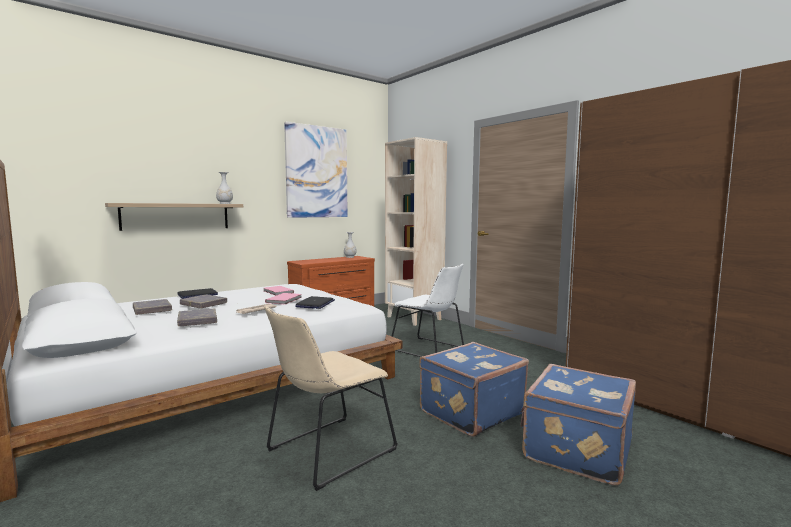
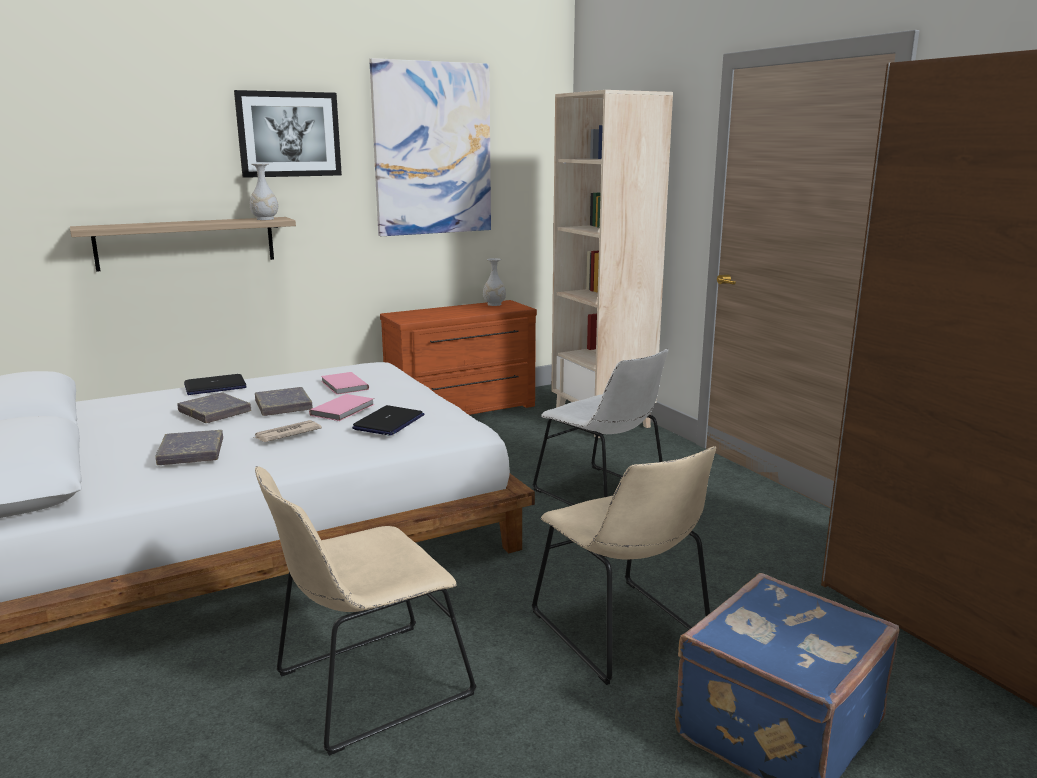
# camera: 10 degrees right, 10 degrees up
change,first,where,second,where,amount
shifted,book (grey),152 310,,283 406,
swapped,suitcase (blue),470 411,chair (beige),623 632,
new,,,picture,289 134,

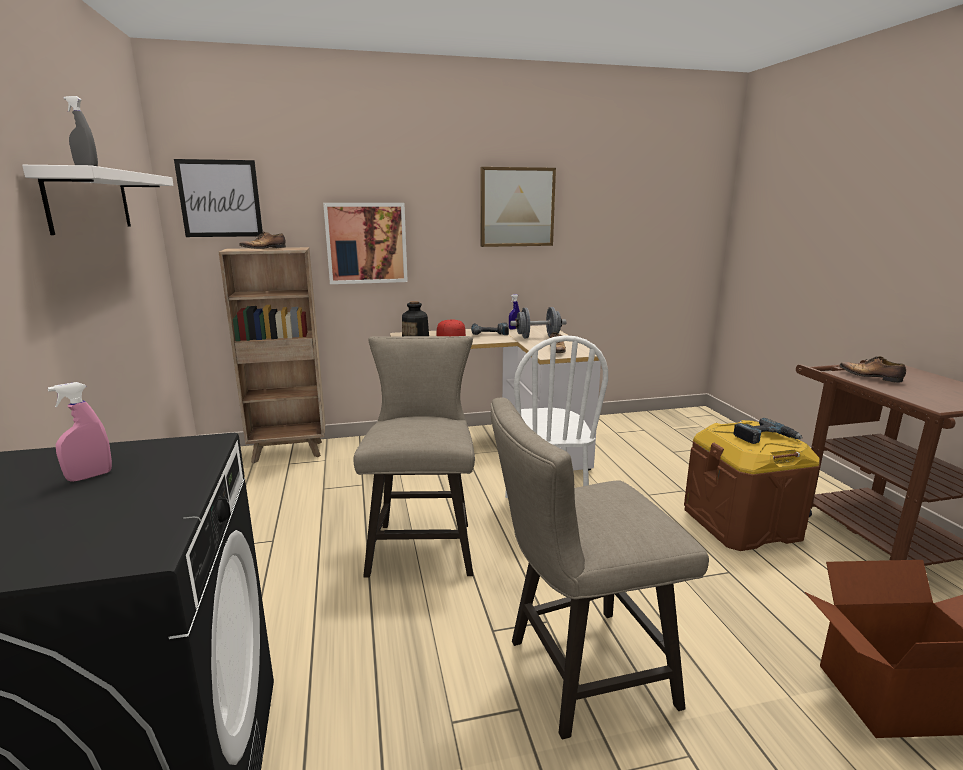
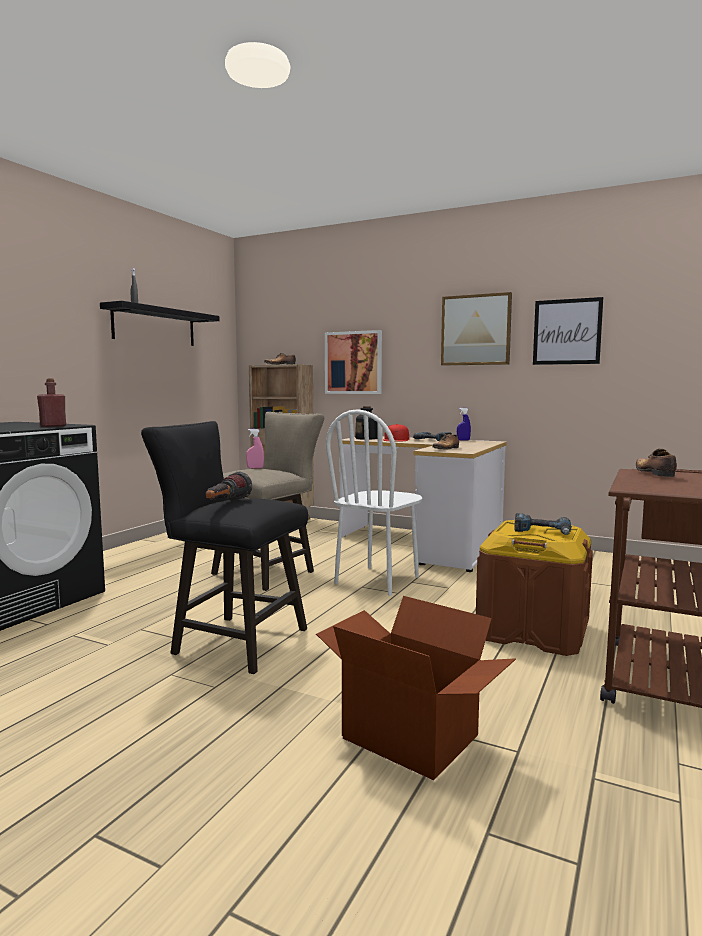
# camera: 40 degrees right, 10 degrees down
change,first,where,second,where,amount
shifted,picture,220 198,,567 332,
repainted,shelf (white),90 201,shelf (black),154 326,
gone,dumbbell (grey),538 337,,,
shifted,spray bottle (pink),90 476,,255 468,
repainted,stool (beige),578 674,stool (black),232 641,
new,,,bottle (red),53 426,
new,,,flashlight,226 504,

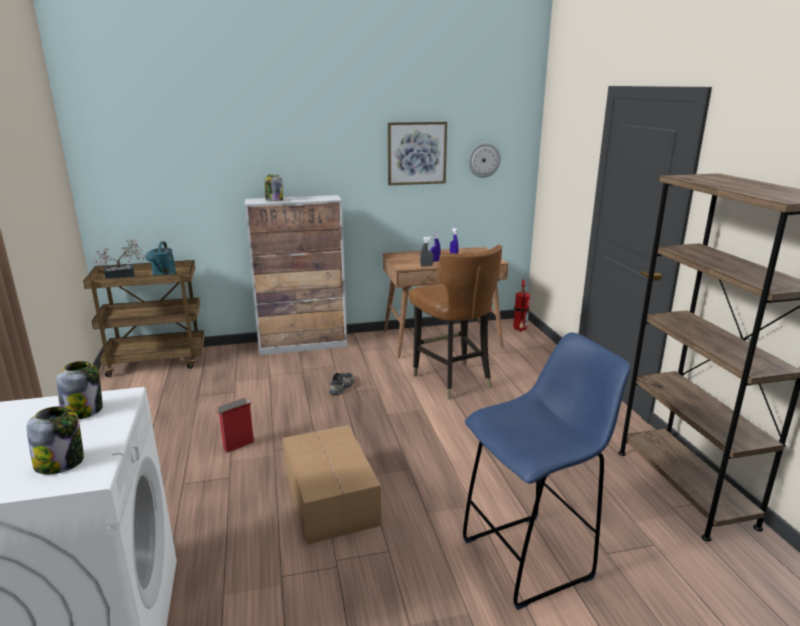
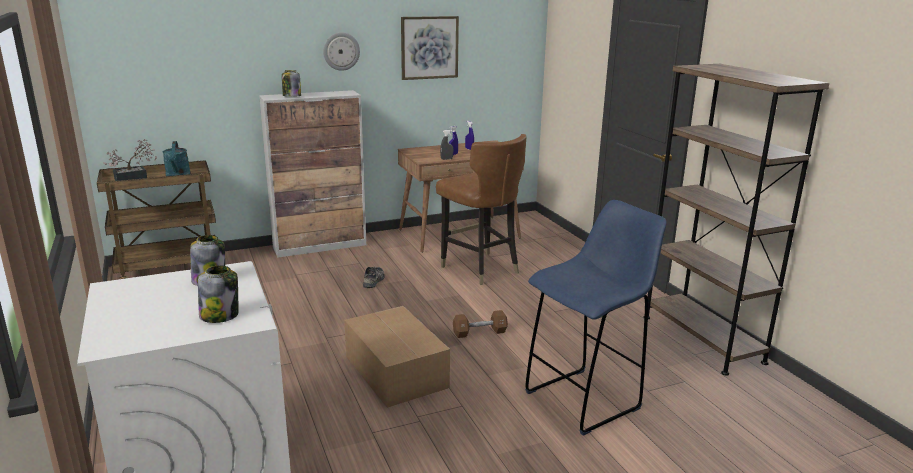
# camera: 10 degrees left, 0 degrees up
change,first,where,second,where,amount
shifted,wall clock,483 160,,341 51,
gone,fire extinguisher,520 330,,,
gone,cardboard box,238 446,,,
new,,,dumbbell (brown),479 332,

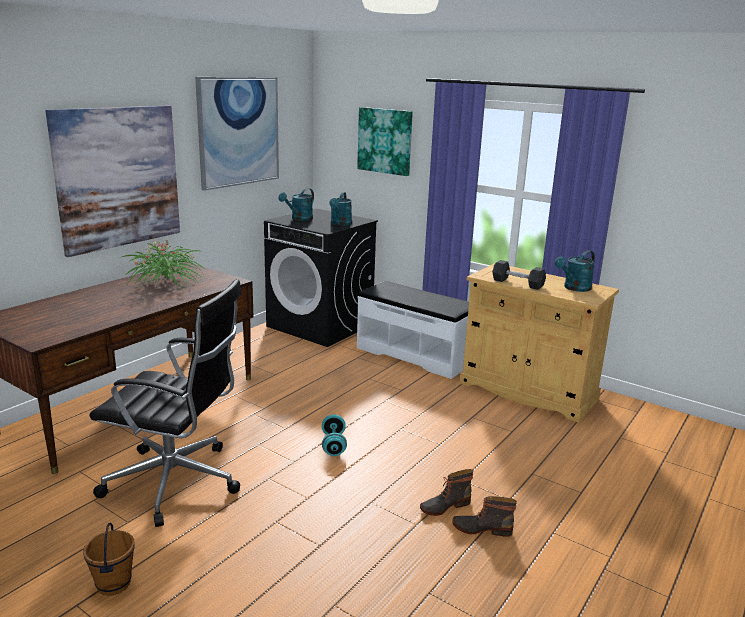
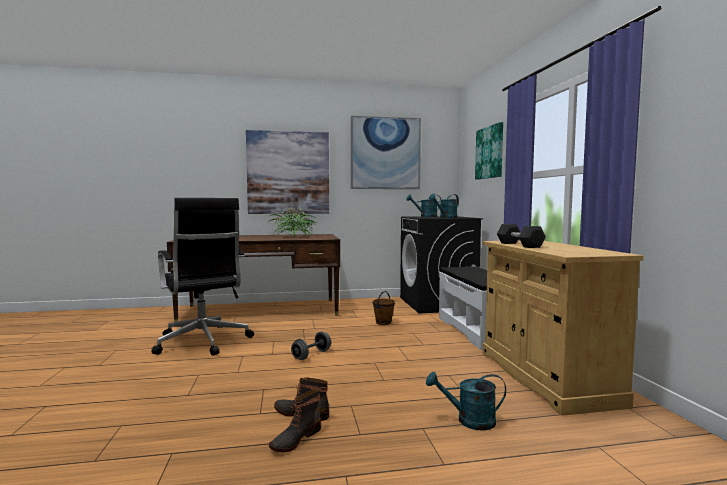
# camera: 45 degrees right, 15 degrees down
change,first,where,second,where,amount
shifted,watering can (turquoise),574 288,,469 421,
repainted,dumbbell (turquoise),333 445,dumbbell (grey),311 355,
rotated,boot,482 528,,295 439,105 degrees counterclockwise
shifted,bucket (brown),114 584,,383 323,

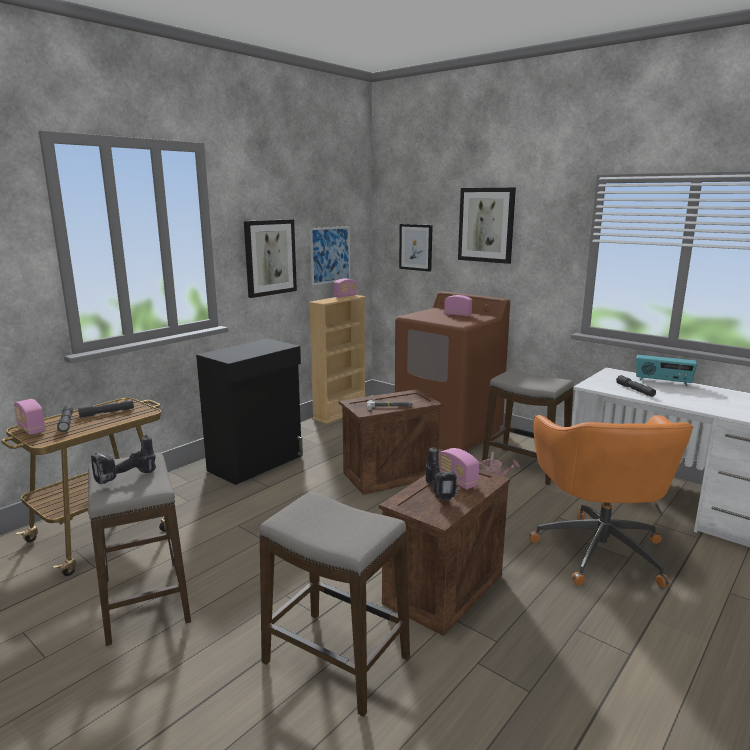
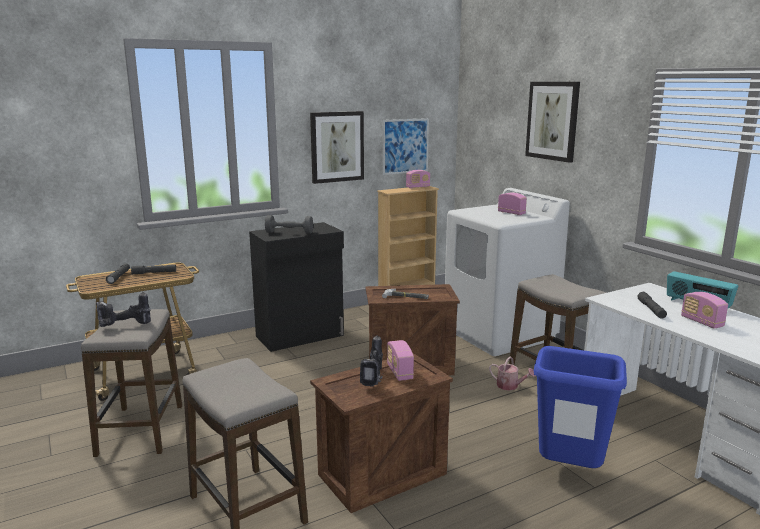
# camera: 20 degrees right, 0 degrees up
change,first,where,second,where,amount
gone,picture,416 247,,,
repainted,washing machine (brown),448 433,washing machine (white),499 334,
shifted,radio,31 429,,701 322,
swapped,office chair (orange),599 549,trash can (blue),568 472,
new,,,dumbbell (grey),289 233,

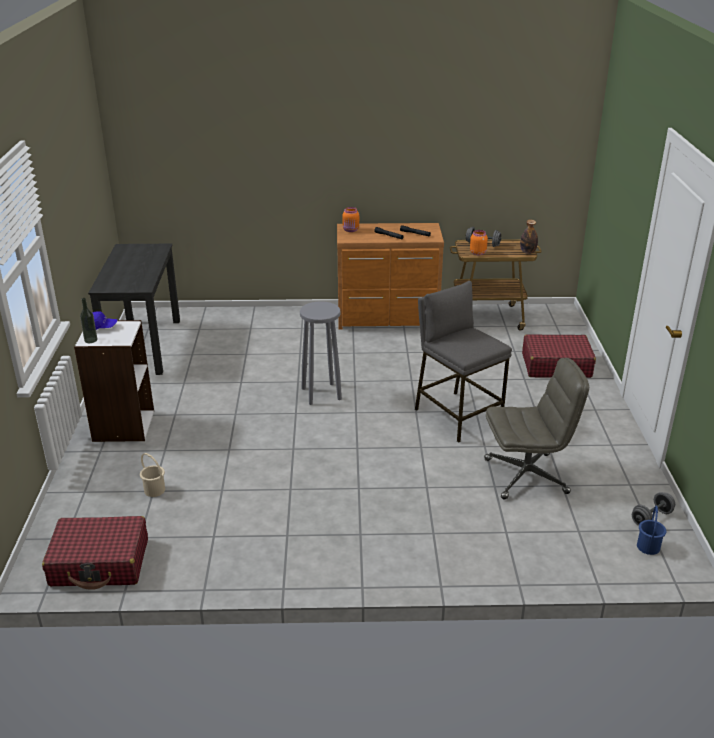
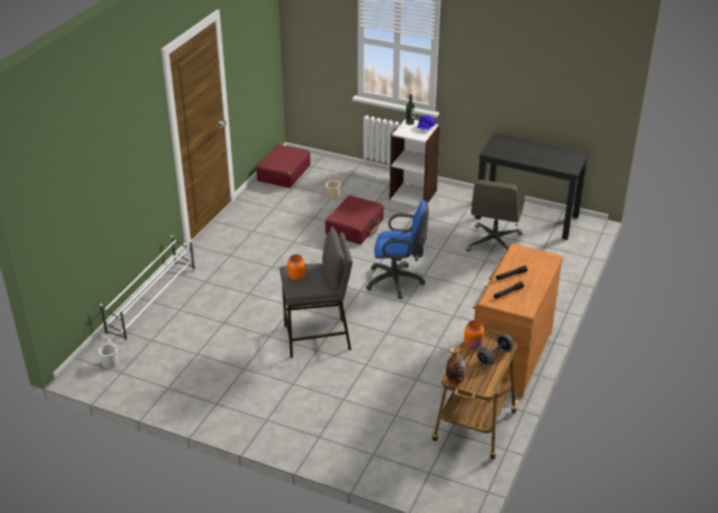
# camera: 115 degrees right, 5 degrees up
change,first,where,second,where,amount
shifted,jar (orange),351 230,,296 277,
swapped,stool (grey),322 393,office chair (blue),397 282,
shifted,suitcase (red),556 365,,355 227,
shifted,office chair (grey),527 476,,494 243,
gone,dumbbell (grey),651 518,,,
repainted,bucket (blue),648 547,bucket (white),110 363,
new,,,shoe rack (white),152 301,

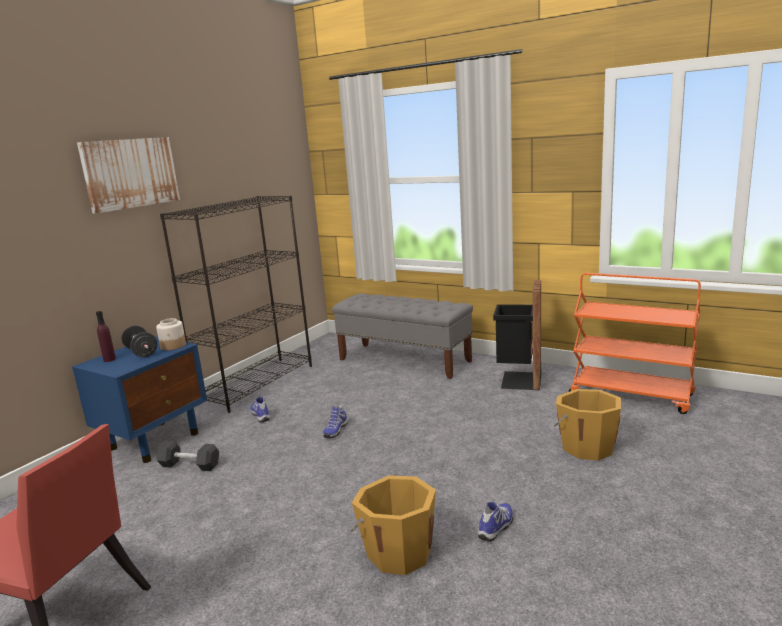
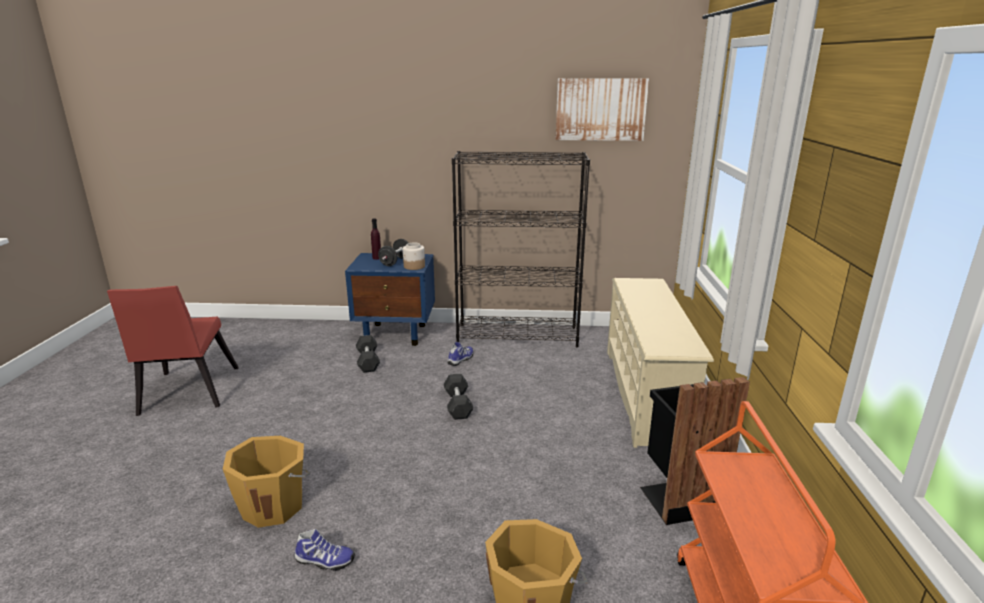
# camera: 60 degrees right, 5 degrees up
change,first,where,second,where,amount
shifted,picture,130 173,,600 109,
swapped,bench (grey),404 360,shoe rack (beige),646 394,
swapped,shoe,335 430,dumbbell (grey),458 405,

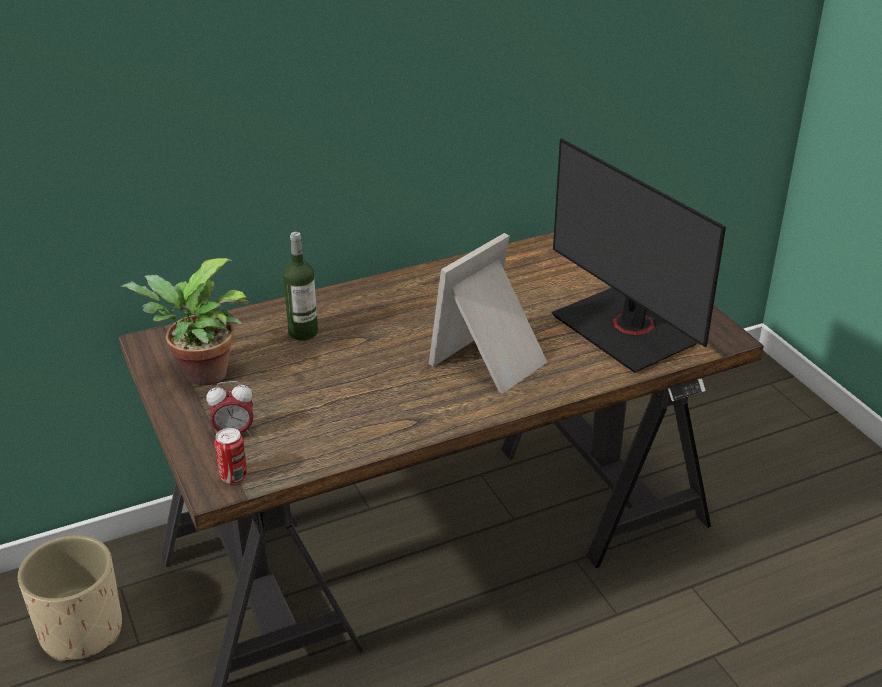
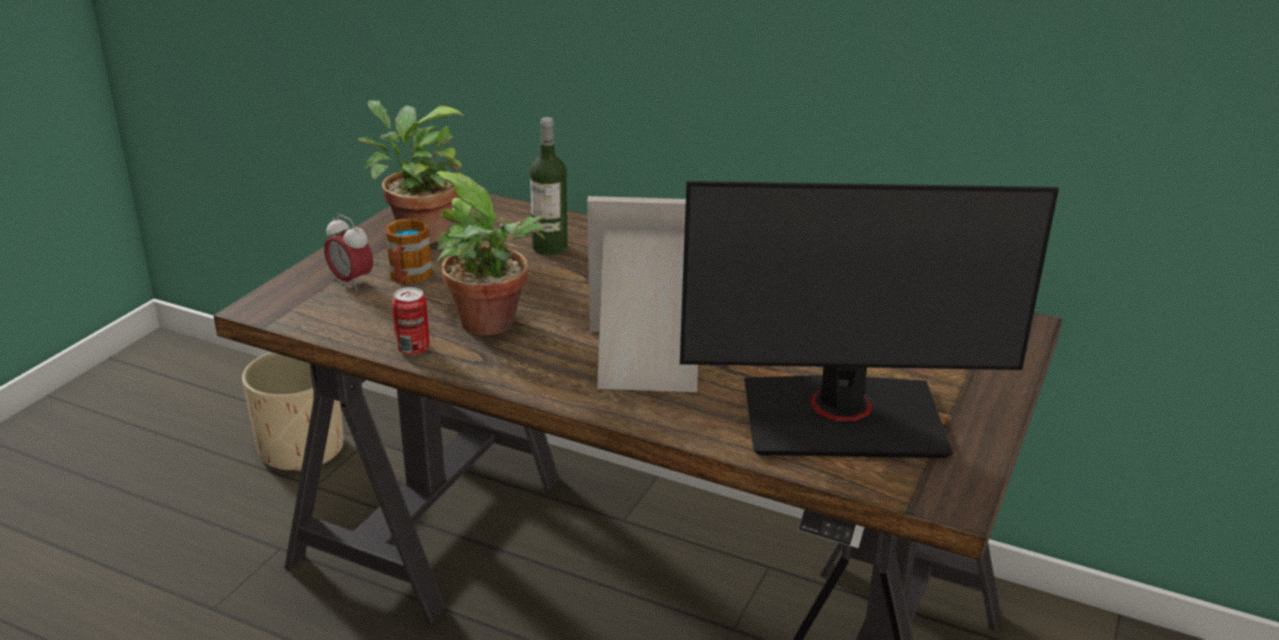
# camera: 50 degrees right, 5 degrees down
change,first,where,second,where,amount
rotated,monitor,625 330,,842 418,105 degrees counterclockwise
shifted,can,233 476,,413 349,
new,,,potted plant,493 324,
new,,,mug,408 278,

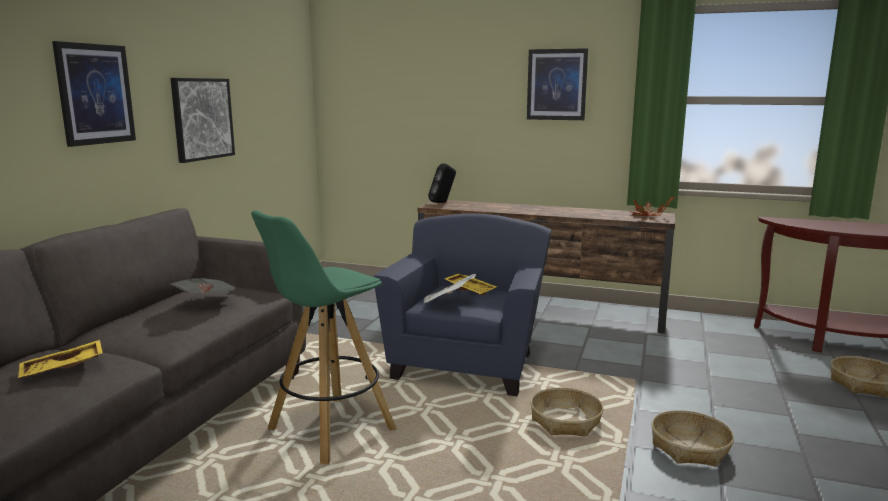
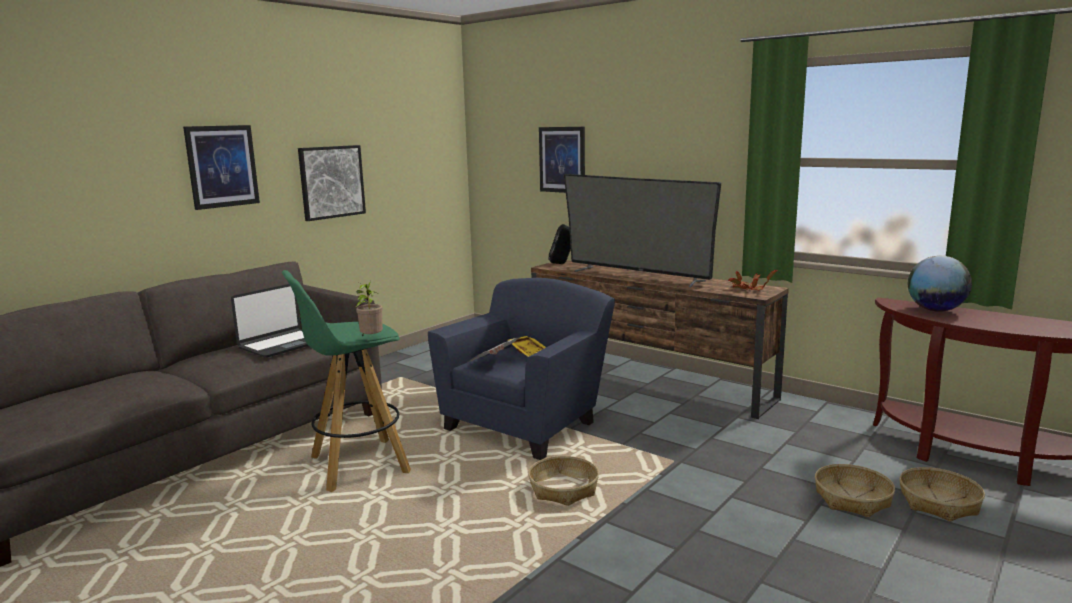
# camera: 20 degrees right, 0 degrees up
change,first,where,second,where,amount
shifted,picture,556 84,,562 159,
swapped,newspaper,207 303,laptop,282 344,
gone,tray (yellow),62 369,,,
shifted,basket,690 448,,852 499,
new,,,television,637 276,
new,,,globe,935 310,
new,,,potted plant,371 339,

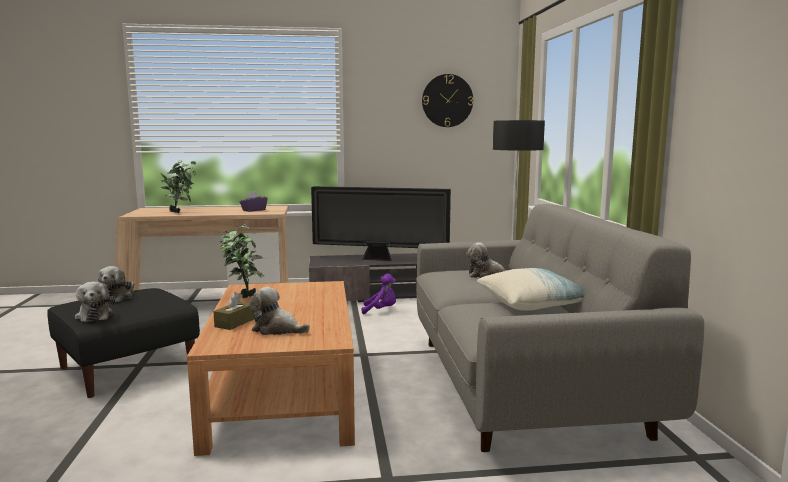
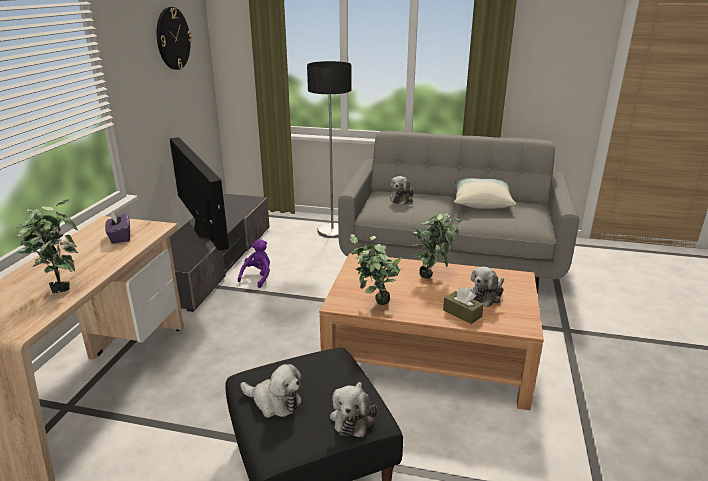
# camera: 70 degrees left, 15 degrees up
change,first,where,second,where,amount
rotated,television,380 259,,203 233,60 degrees counterclockwise
rotated,plush toy,95 315,,353 417,105 degrees clockwise
new,,,potted plant,433 275,

